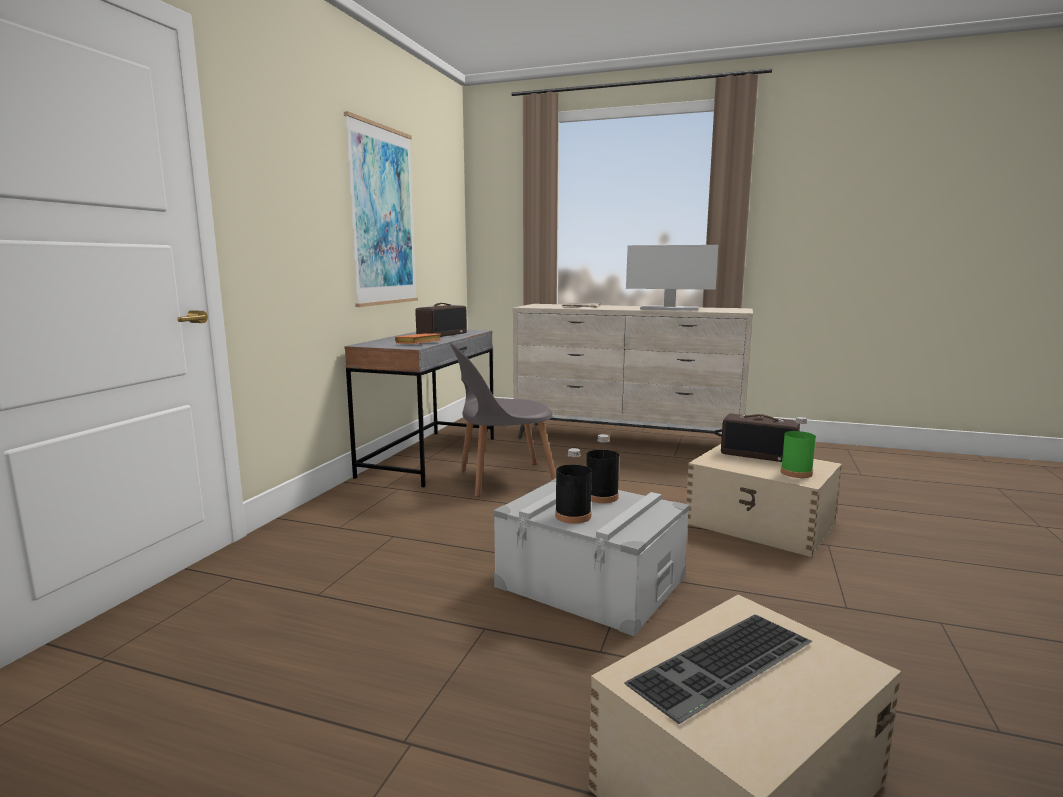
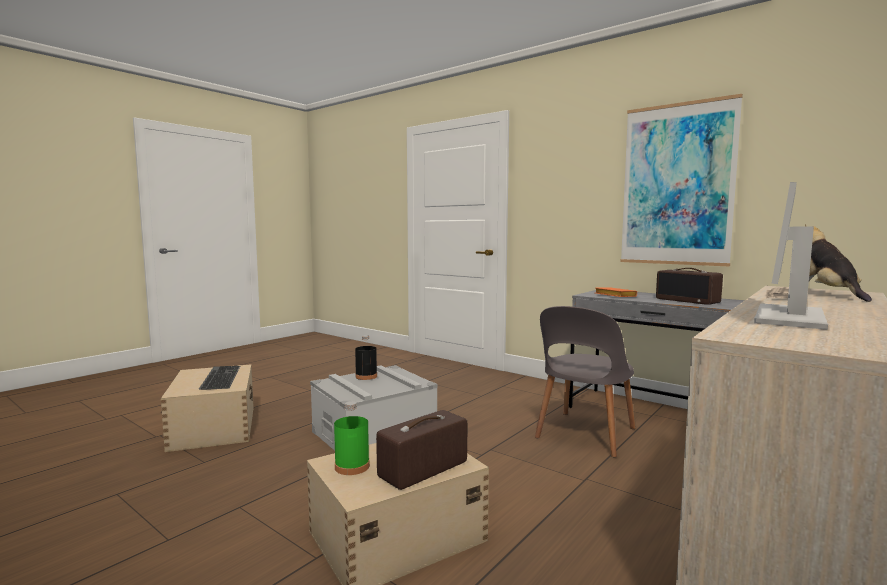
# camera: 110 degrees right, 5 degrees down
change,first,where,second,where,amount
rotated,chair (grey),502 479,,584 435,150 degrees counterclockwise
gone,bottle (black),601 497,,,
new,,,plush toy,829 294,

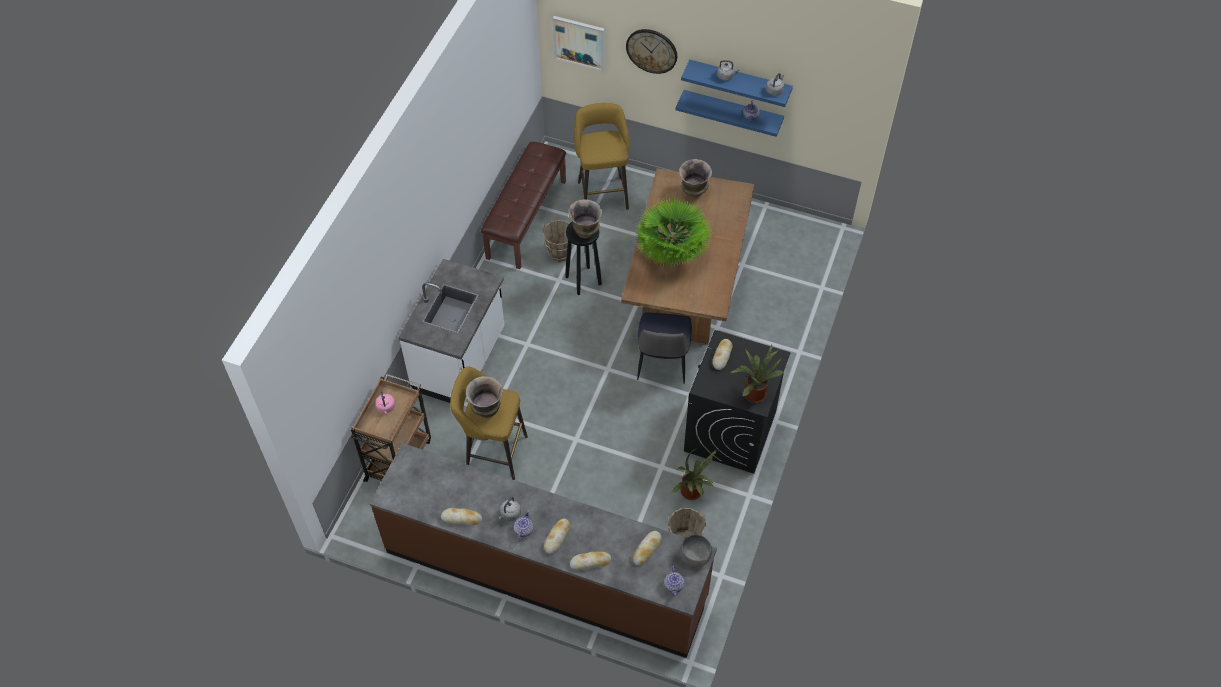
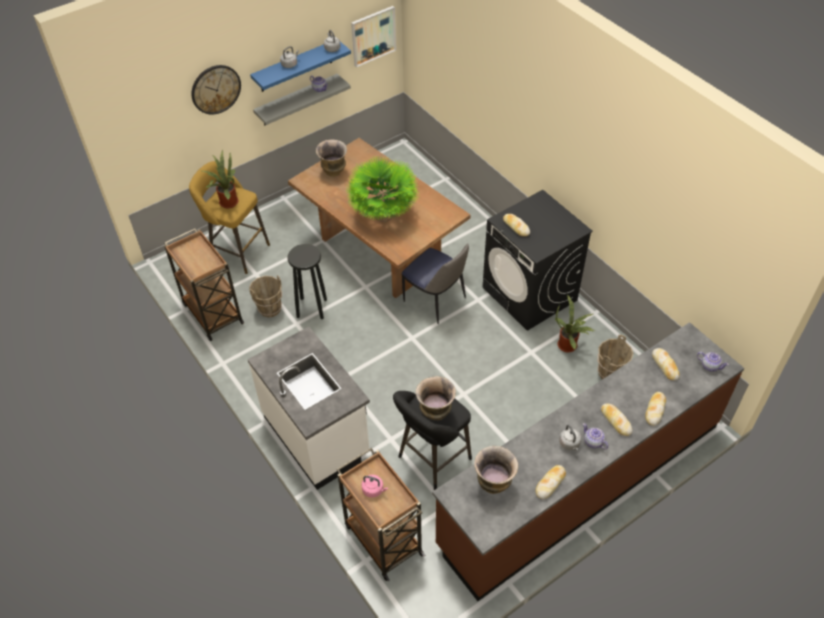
# camera: 55 degrees left, 5 degrees down
change,first,where,second,where,amount
shifted,picture,579 42,,373 36,
repainted,shelf (blue),732 111,shelf (grey),297 100,
swapped,bench (brown),526 219,cart (brown),212 313,
shifted,vase,586 232,,494 484,
shifted,potted plant,754 392,,227 202,
repainted,stool (yellow),492 452,stool (black),431 460,
gone,bowl (grey),695 556,,,

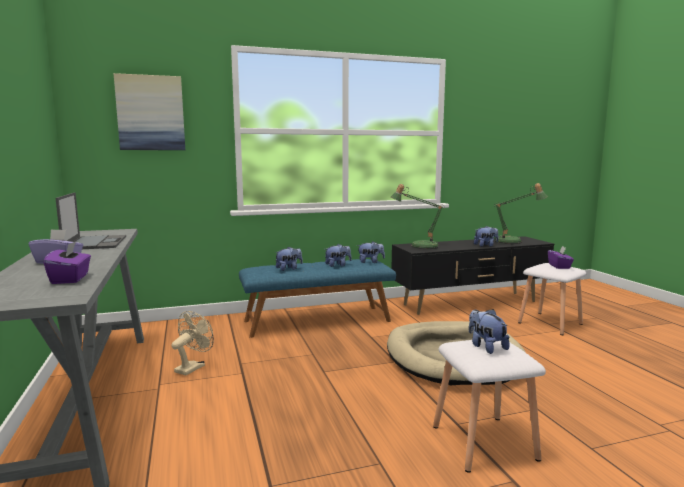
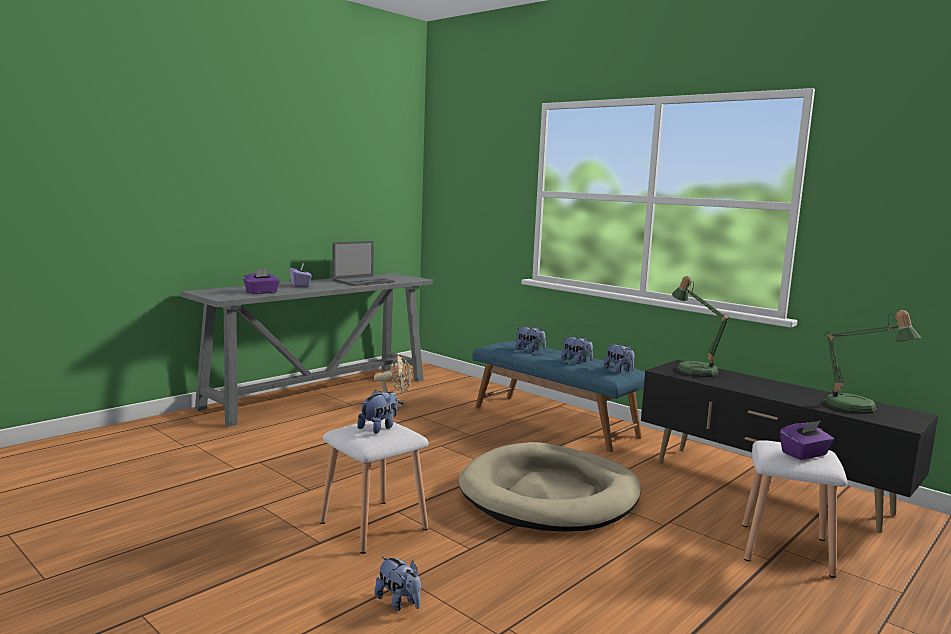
# camera: 60 degrees right, 0 degrees up
change,first,where,second,where,amount
gone,picture,151 113,,,
shifted,plush toy,485 245,,399 602,

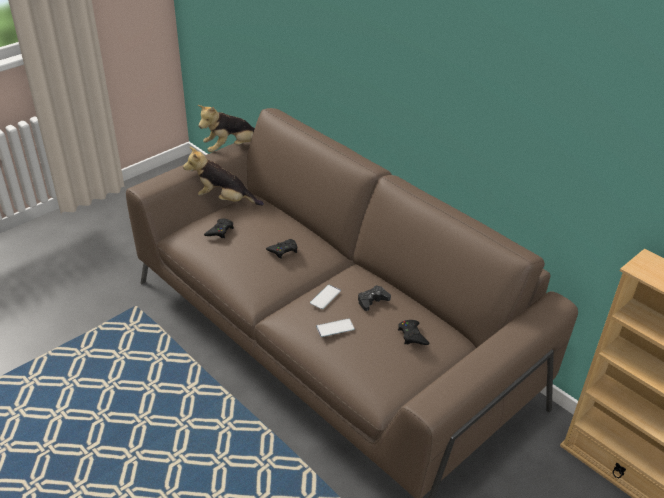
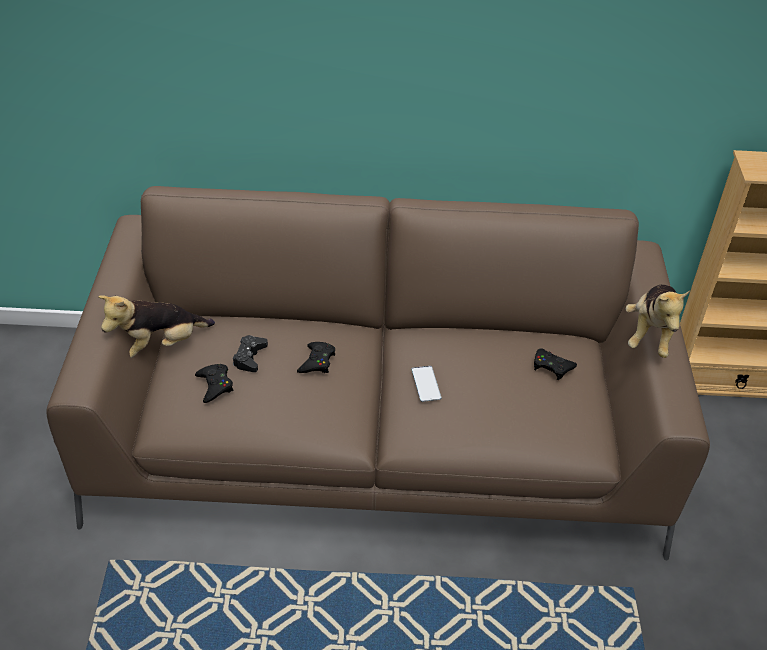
# camera: 45 degrees left, 5 degrees up
change,first,where,second,where,amount
shifted,plush toy,231 148,,650 334,
shifted,game controller (black),372 301,,250 357,
gone,phone,335 328,,,

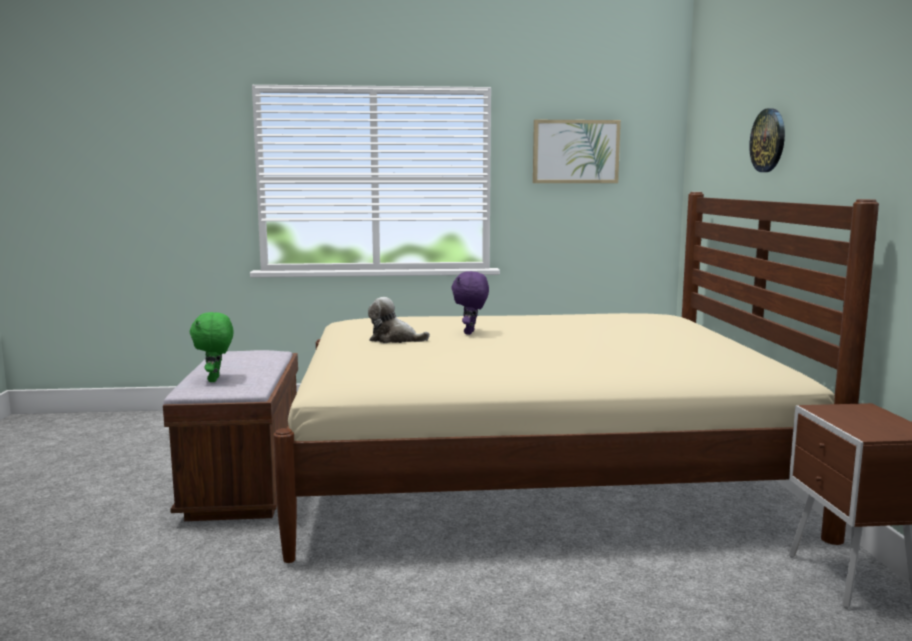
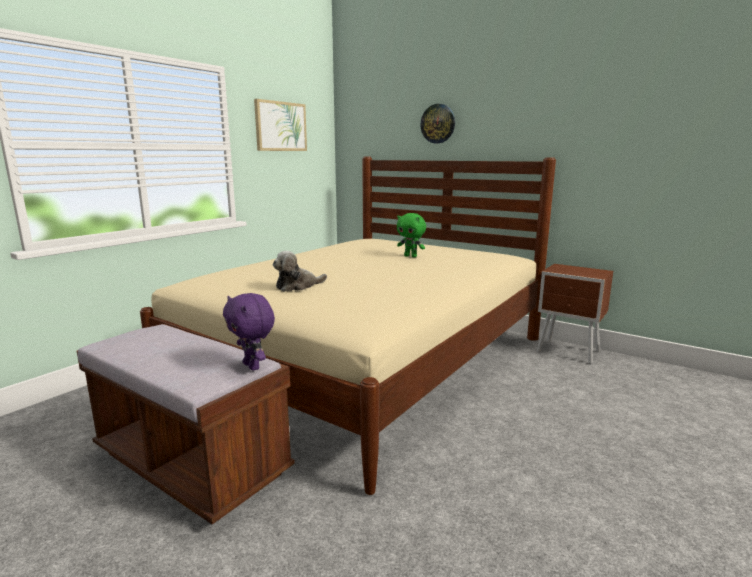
# camera: 50 degrees left, 5 degrees up
change,first,where,second,where,amount
shifted,plush toy (purple),470 333,,253 366,
shifted,plush toy (green),215 380,,411 256,

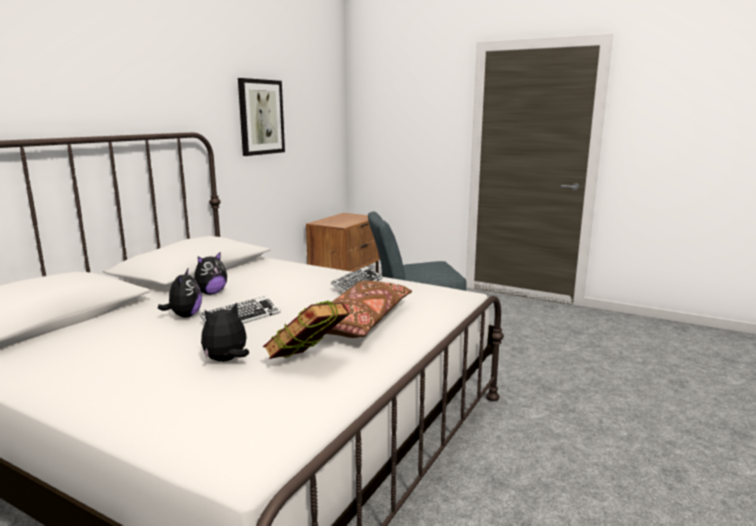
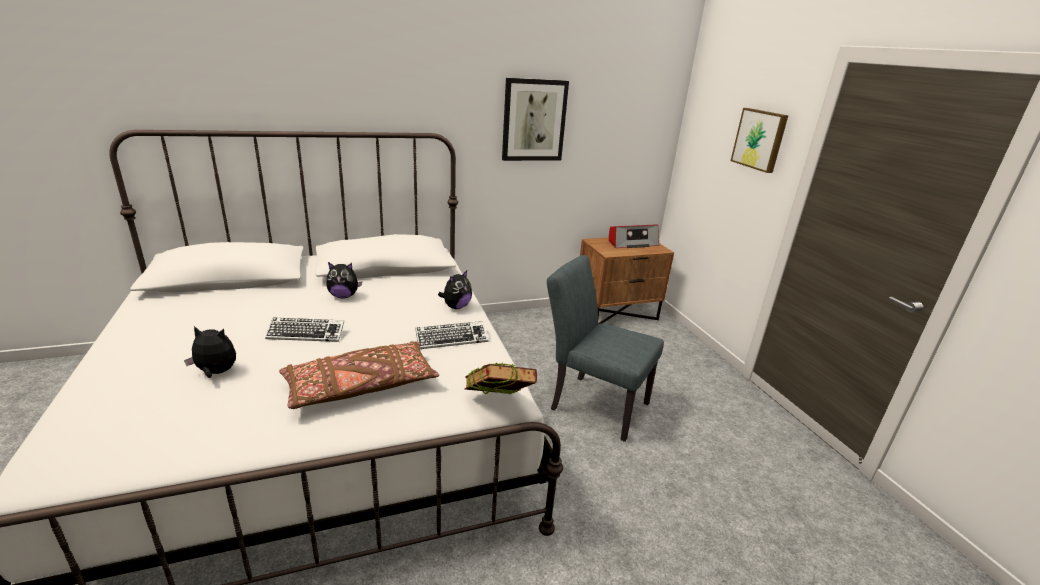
# camera: 40 degrees right, 10 degrees up
change,first,where,second,where,amount
shifted,plush toy,184 316,,456 307,
shifted,book,308 363,,497 406,
new,,,picture,760 139,
new,,,radio,632 243,

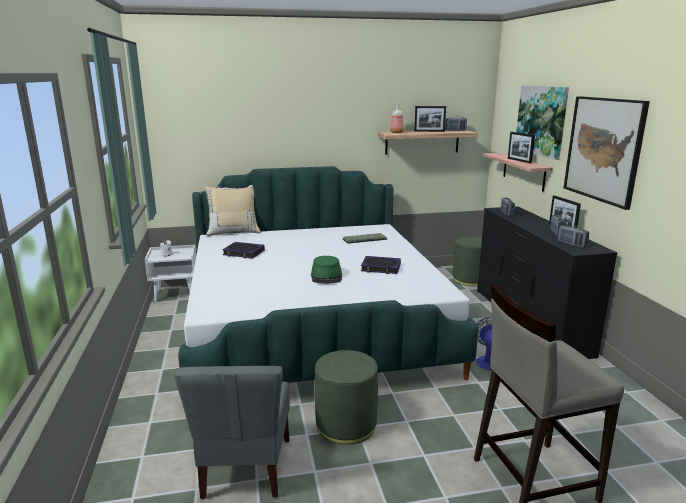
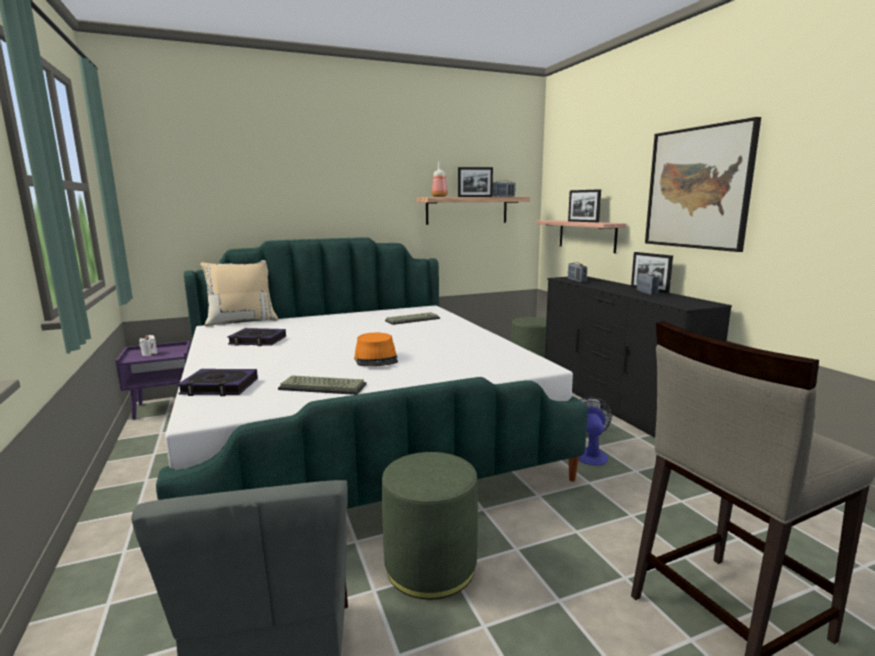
# camera: 10 degrees left, 5 degrees down
change,first,where,second,where,amount
gone,picture,541 120,,,
gone,radio,571 244,,,
repainted,nightstand (white),176 294,nightstand (purple),164 407,
repainted,hat (green),326 277,hat (orange),376 359,
shifted,book,381 268,,219 387,
new,,,keyboard,324 386,

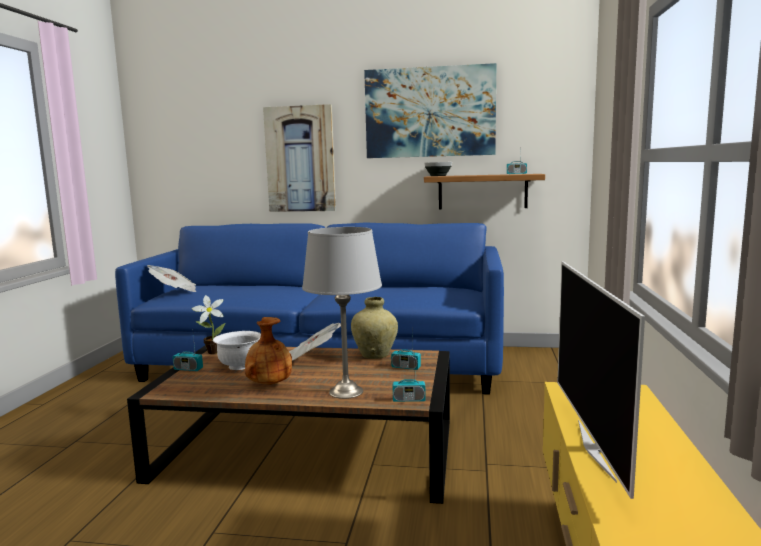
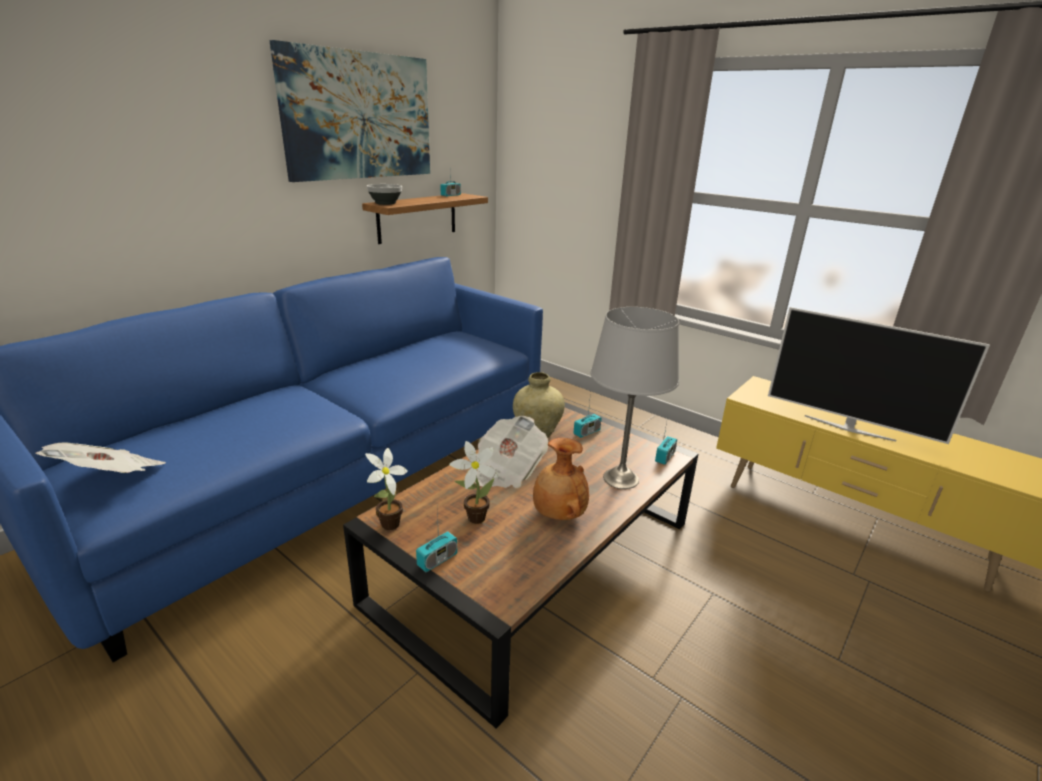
# camera: 60 degrees left, 15 degrees up
change,first,where,second,where,amount
gone,picture,300 159,,,
swapped,bowl (white),240 366,potted plant,473 518,

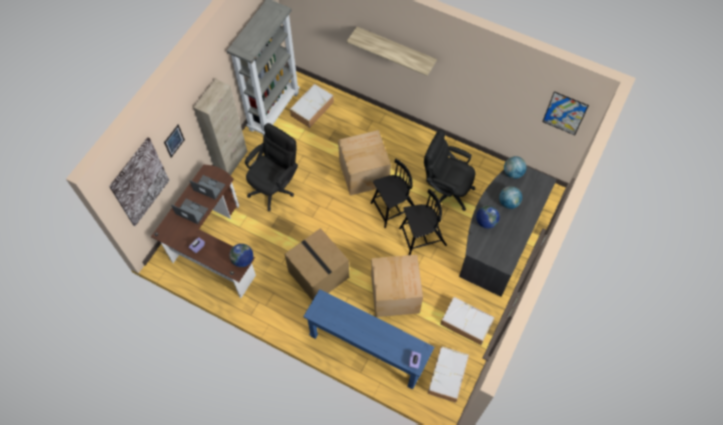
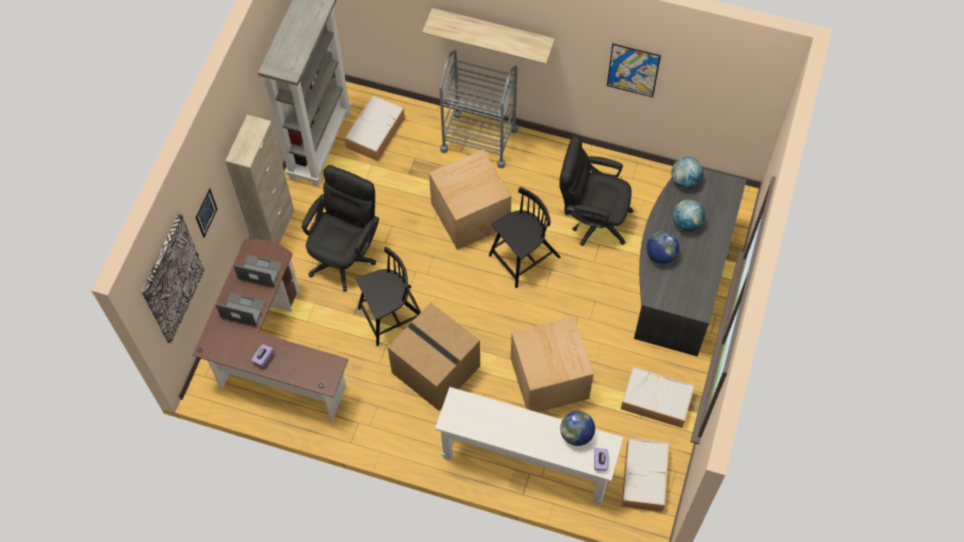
# camera: 10 degrees left, 0 degrees up
change,first,where,second,where,amount
shifted,picture,564 113,,633 70,
shifted,chair (black),421 237,,392 316,
shifted,globe,243 260,,576 434,
repainted,console table (blue),367 349,console table (white),526 461,
new,,,cart (grey),479 139,

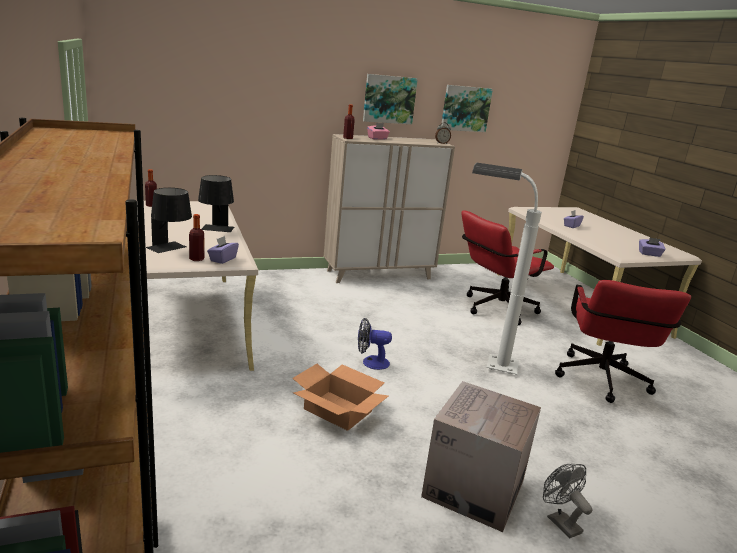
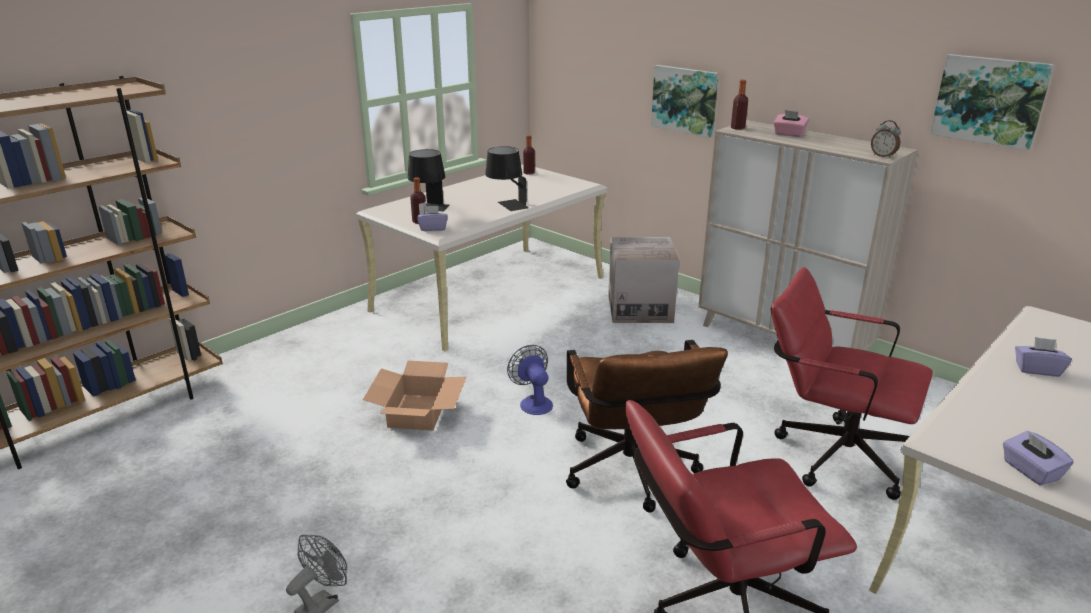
# camera: 65 degrees right, 5 degrees up
change,first,where,second,where,amount
shifted,picture,389 99,,685 100,
swapped,floor lamp (white),480 362,office chair (brown),632 476,
shifted,cardboard box,473 488,,640 309,

